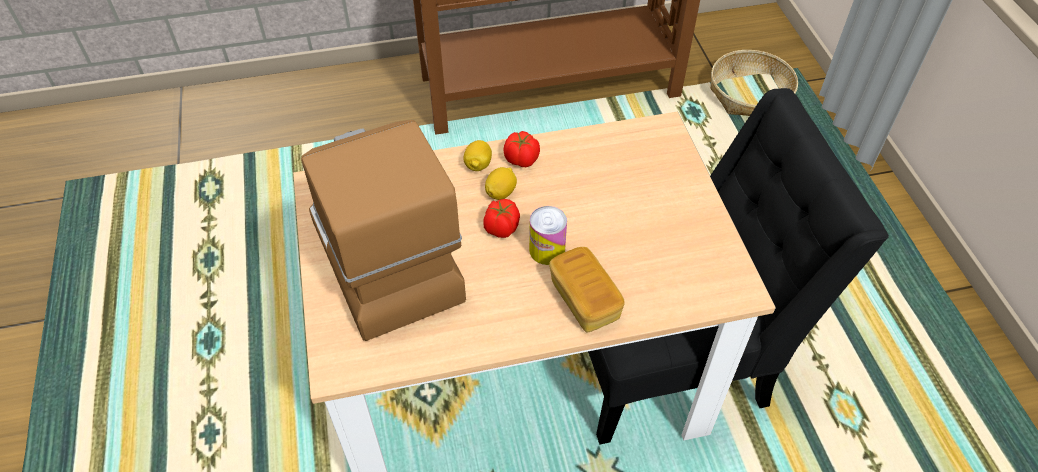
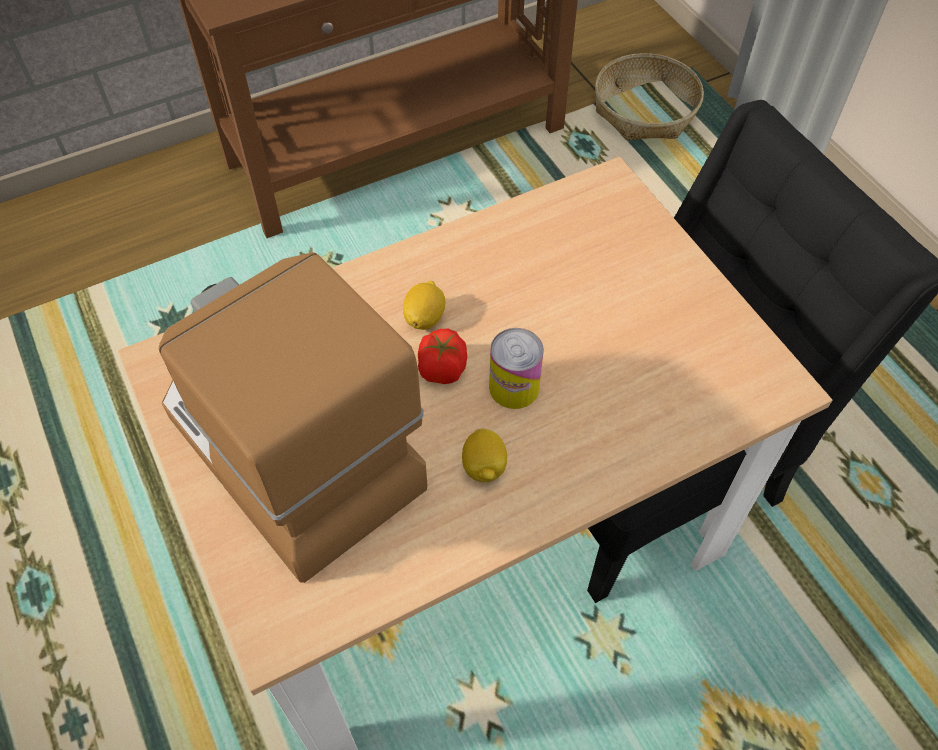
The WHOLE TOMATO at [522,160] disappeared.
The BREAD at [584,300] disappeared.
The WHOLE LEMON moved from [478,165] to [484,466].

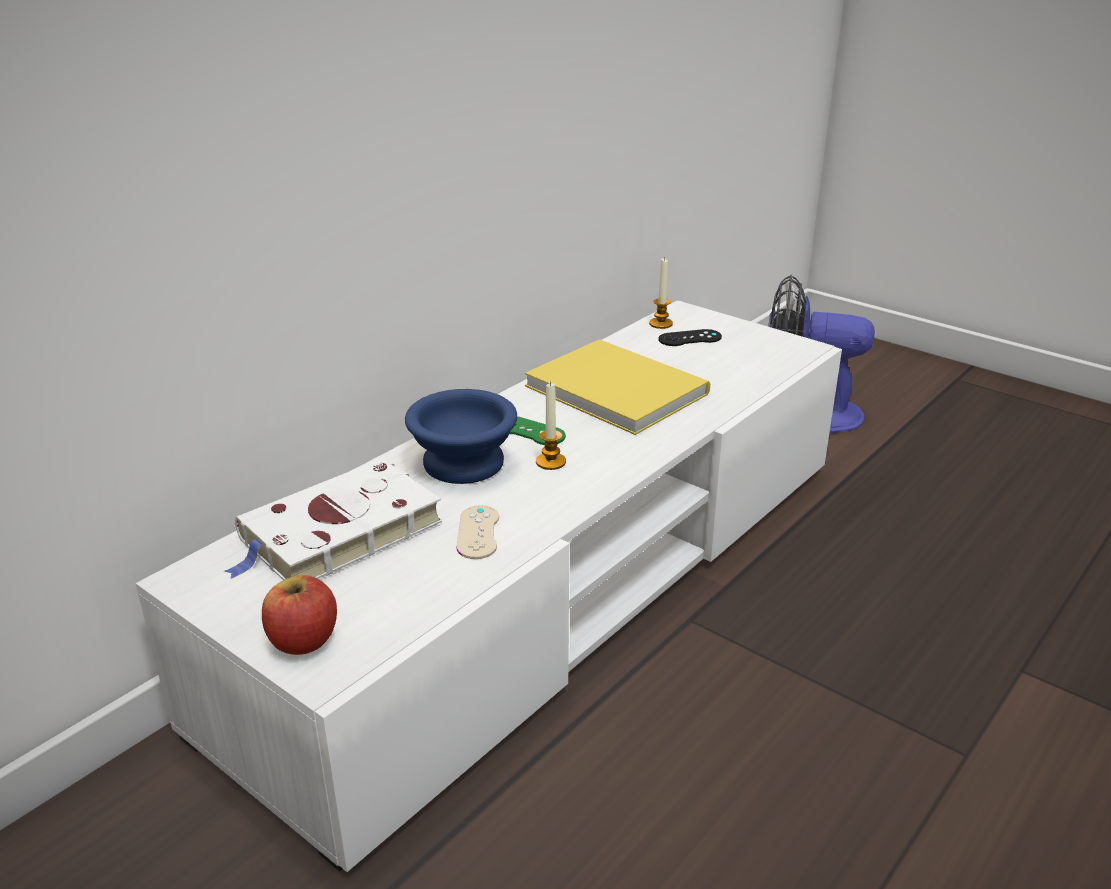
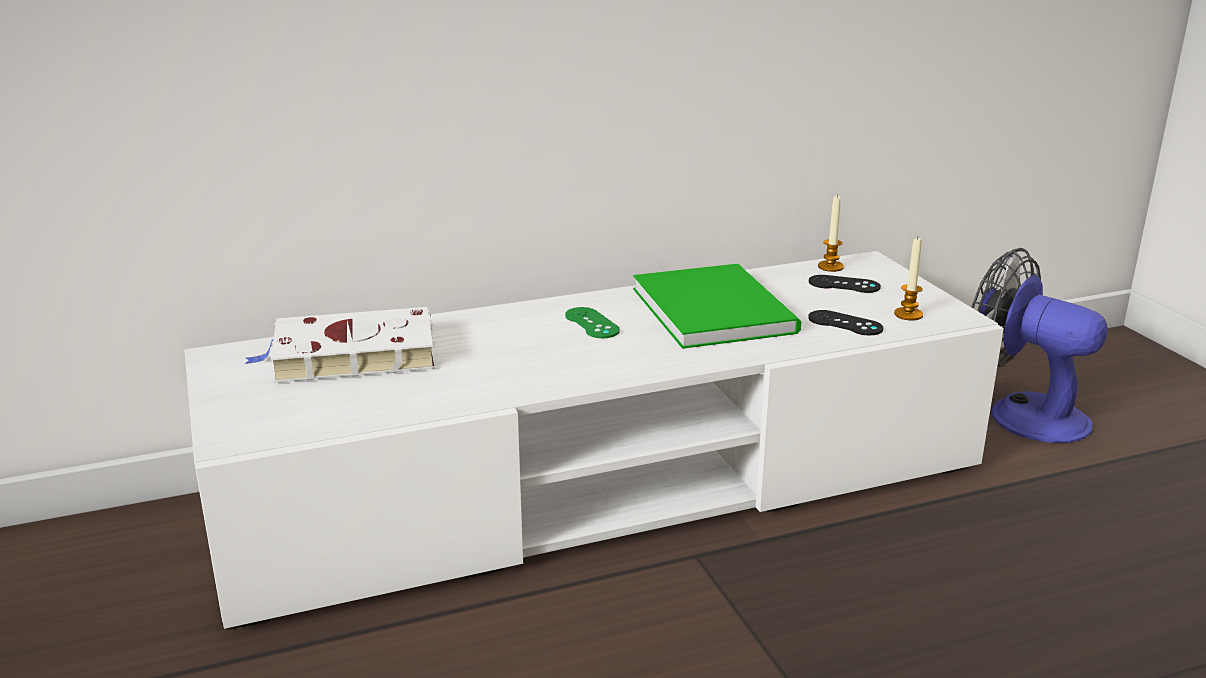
The APPLE FRUIT at [303,640] disappeared.
The BLUE BOWL at [460,463] disappeared.
The BEIGE-COLOURED JOYPAD at [478,532] disappeared.
The BLACK-COLOURED JOYPAD at [845,323] appeared.
The CANDLE moved from [550,462] to [908,314].
The YELLOWISH BOUND BOOK at [615,387] became the GREEN BOUND BOOK at [715,308].

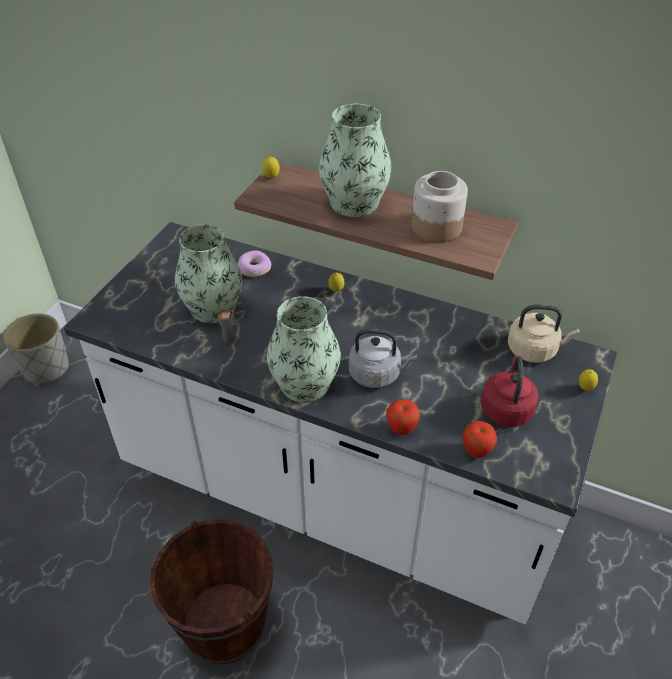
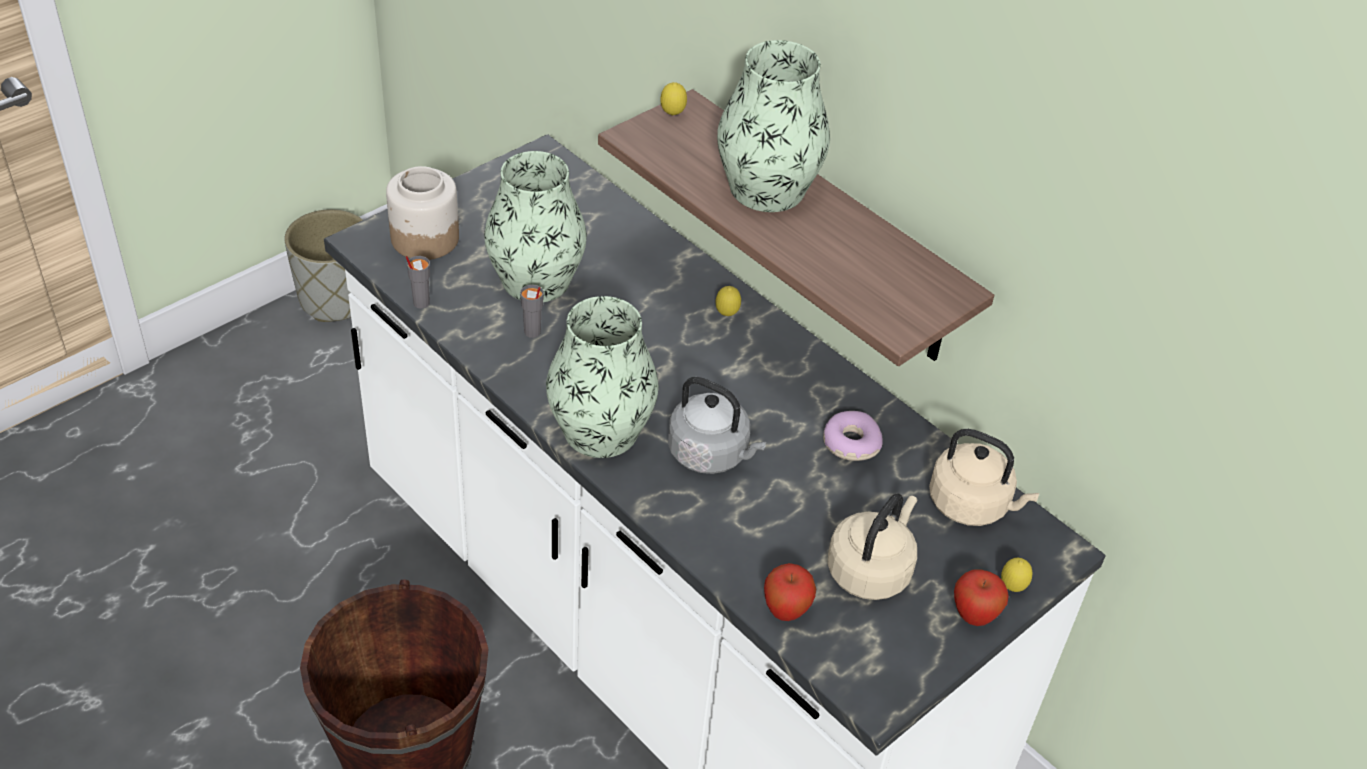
The GRAY DRINKING CUP at [420,303] appeared.
The RING DOUGHNUT moved from [254,269] to [850,443].
The APPLE FRUIT moved from [401,429] to [973,616].
The STORAGE JAR moved from [435,227] to [424,238].
The REDDISH WATER KETTLE at [506,408] became the BEIGE-COLOURED WATER KETTLE at [871,570].

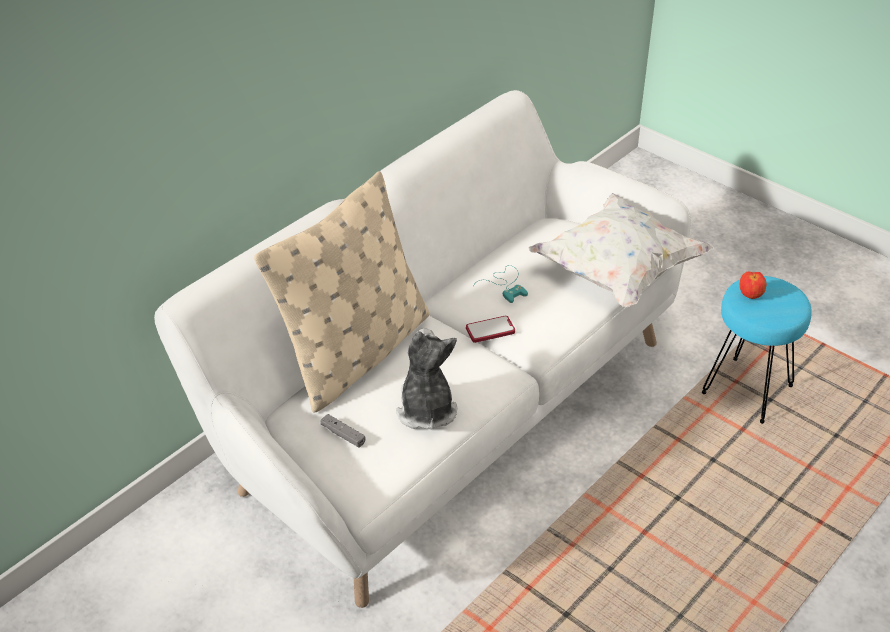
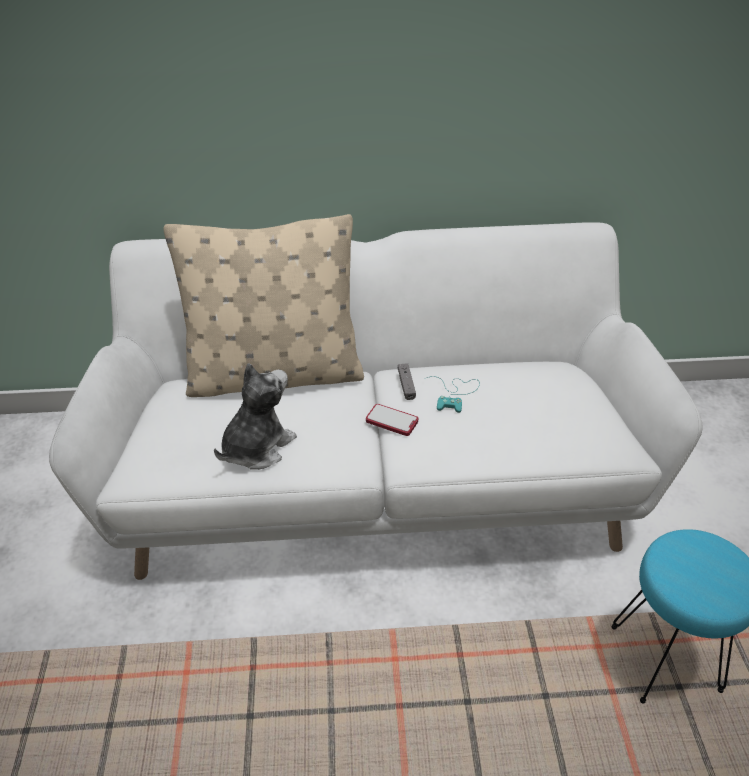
The WHITISH THROW PILLOW at [617,272] disappeared.
The APPLE FRUIT at [750,296] disappeared.
The GRAY JOYPAD moved from [343,435] to [406,385].

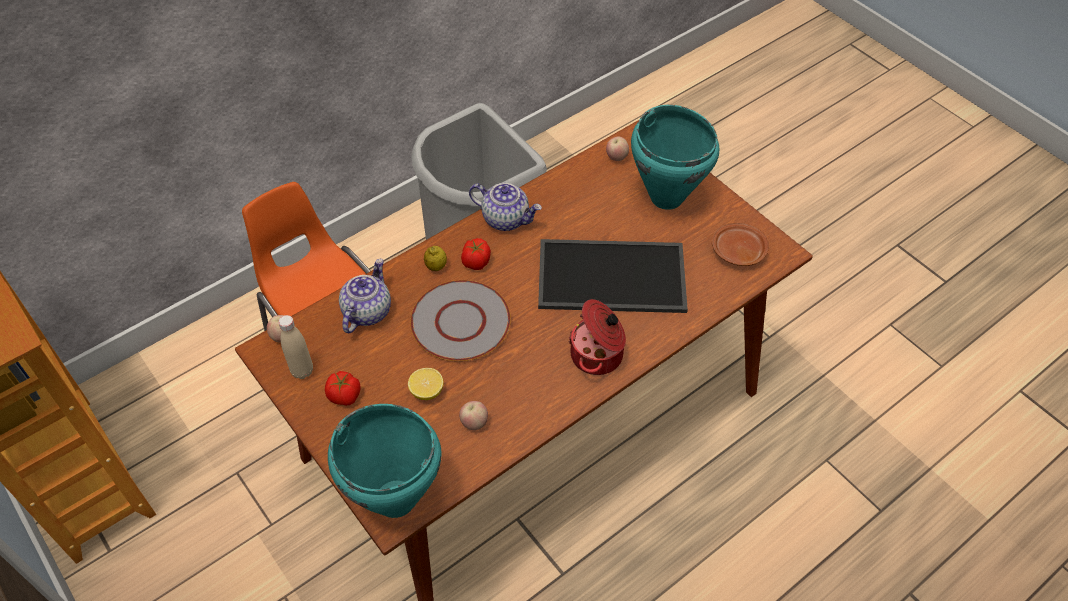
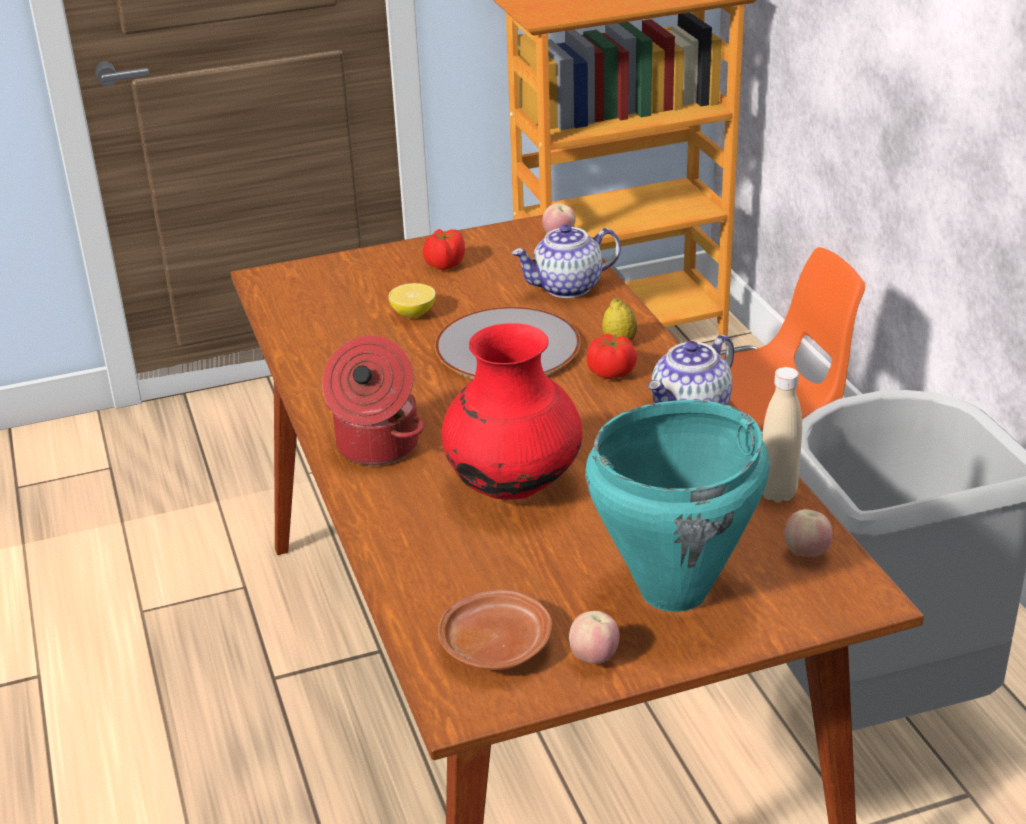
The BLUE-GREEN SAUCEPOT at [396,500] disappeared.
The BEIGE-COLOURED BOTTLE moved from [302,371] to [777,493].
The APPLE FRUIT moved from [474,423] to [594,658].
The SERVING TRAY at [610,278] was replaced by the REDDISH DECORATIVE VASE at [513,485].
The TEAPOT at [367,311] turned 120 degrees clockwise.

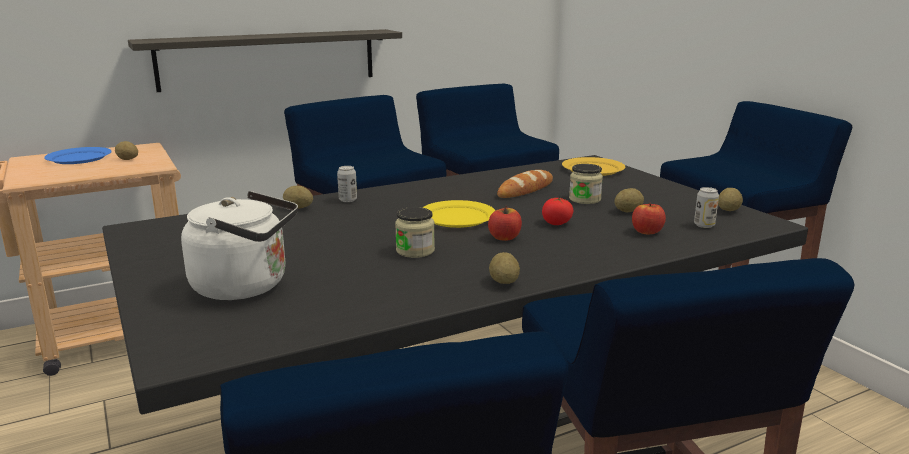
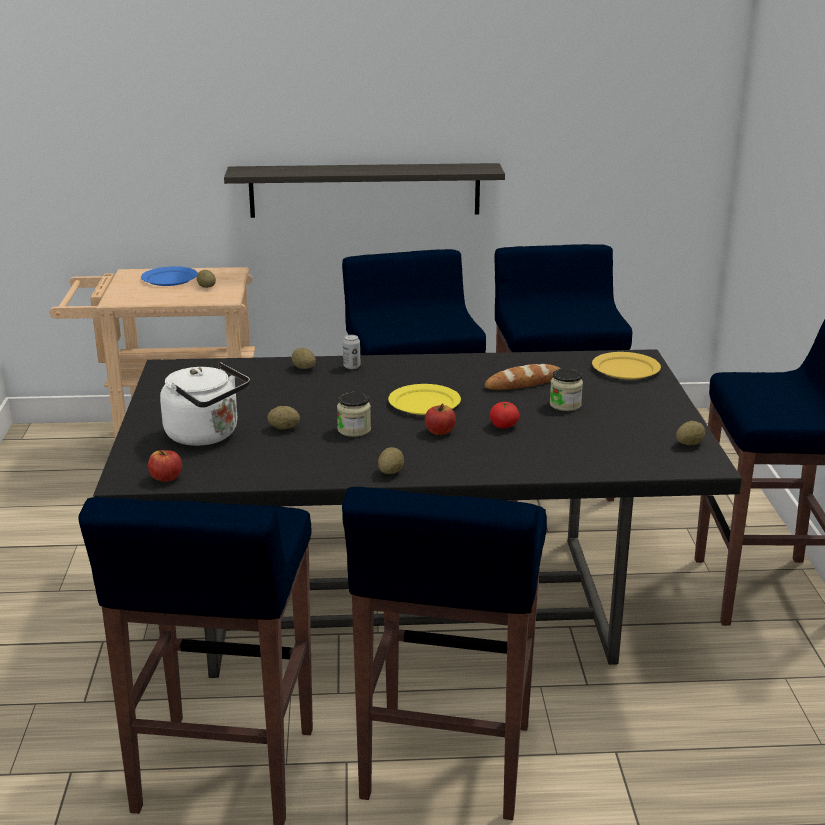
The CAN at [704,225] disappeared.
The WHOLE POTATO moved from [628,211] to [284,428].
The APPLE FRUIT moved from [647,232] to [166,478].

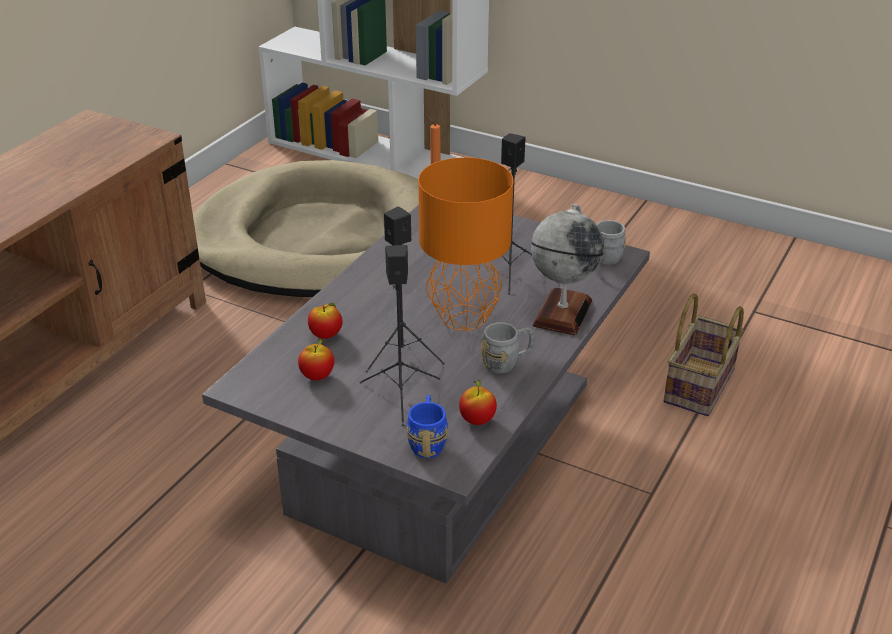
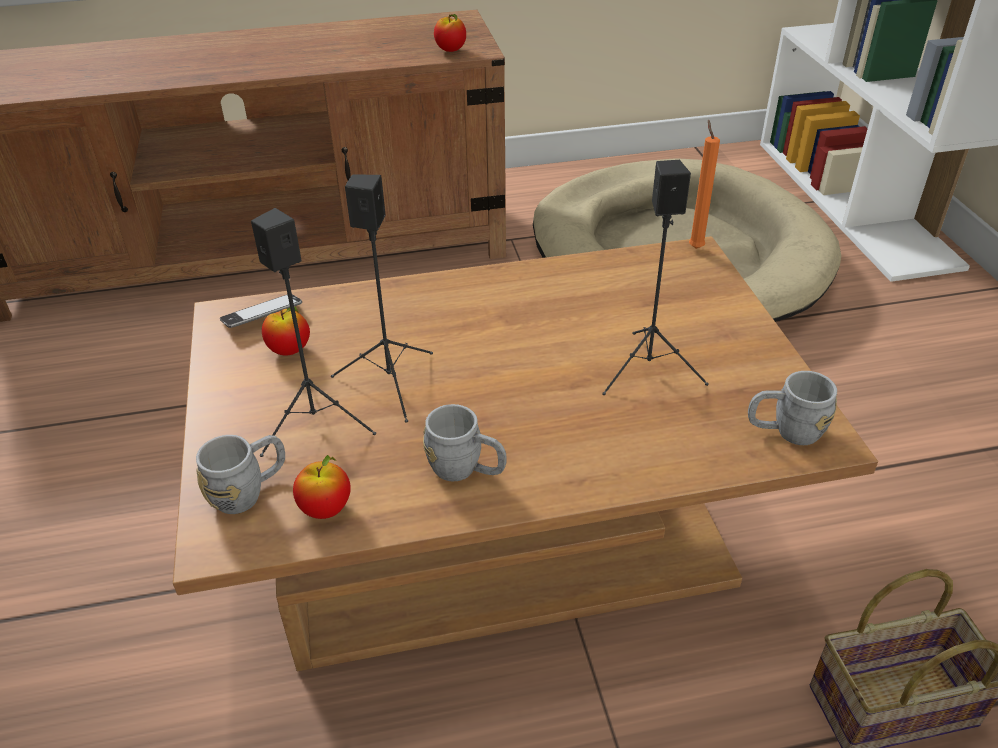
The ORANGEY TABLETOP LAMP at [462,318] disappeared.
The WORLD GLOBE at [562,312] disappeared.
The PHONE at [262,316] appeared.
The APPLE FRUIT moved from [326,335] to [451,50].
The GRAY COFFEE TABLE at [446,445] became the BROWNISH COFFEE TABLE at [501,531].
The BLUE TEA MUG at [427,441] became the GRAY TEA MUG at [249,491].

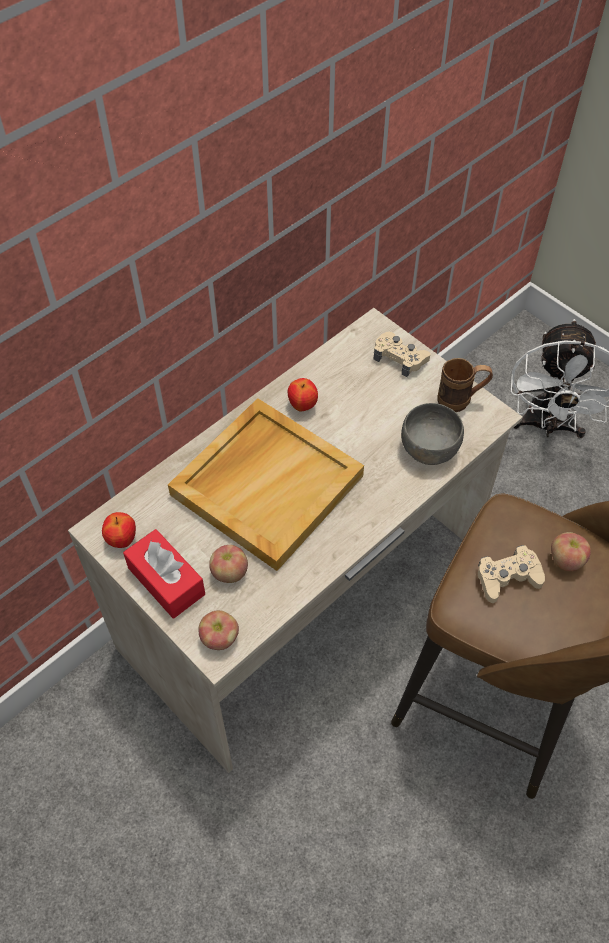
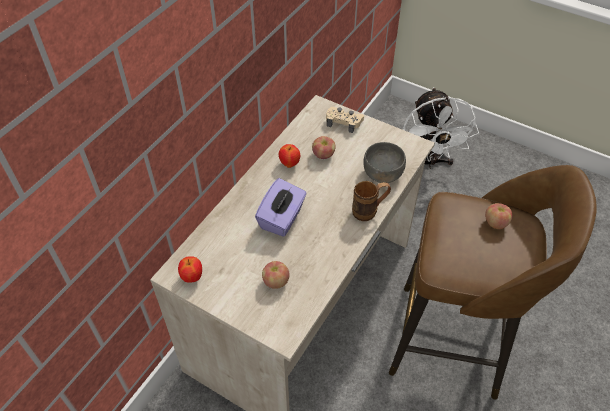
The REDDISH TISSUE HOLDER at [166,581] disappeared.
The BEIGE-COLOURED JOYPAD at [507,577] disappeared.
The APPLE FRUIT moved from [220,638] to [323,155].
The BROWNISH TEA MUG moved from [461,401] to [369,211].
The BEIGE-COLOURED SERVING TRAY at [267,484] was replaced by the PURPLISH TISSUE HOLDER at [282,218].

